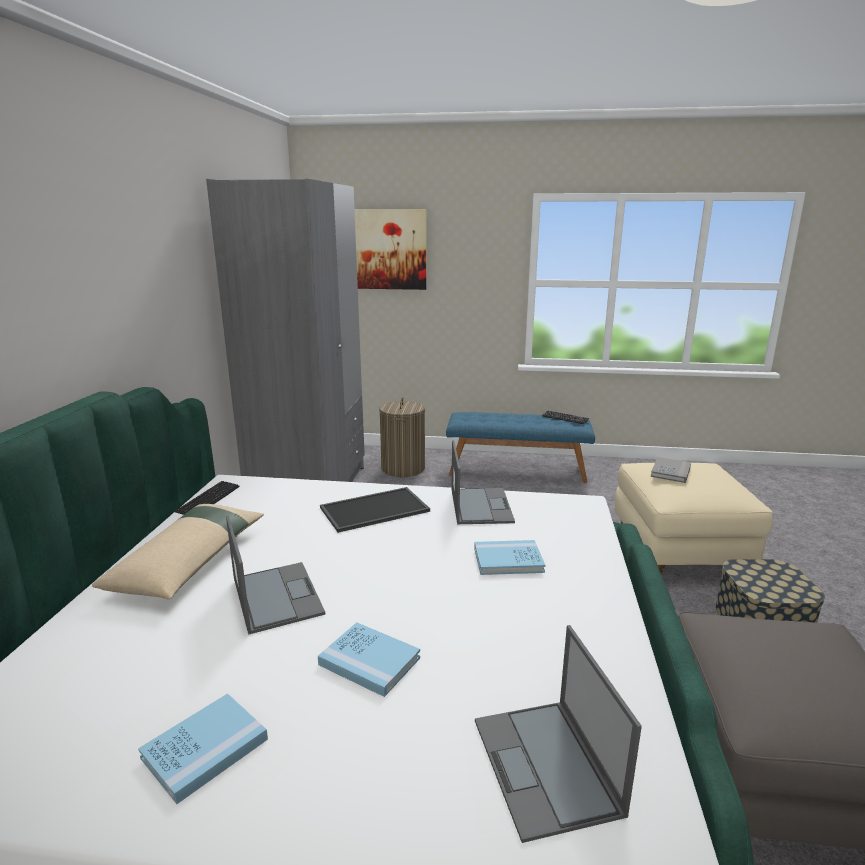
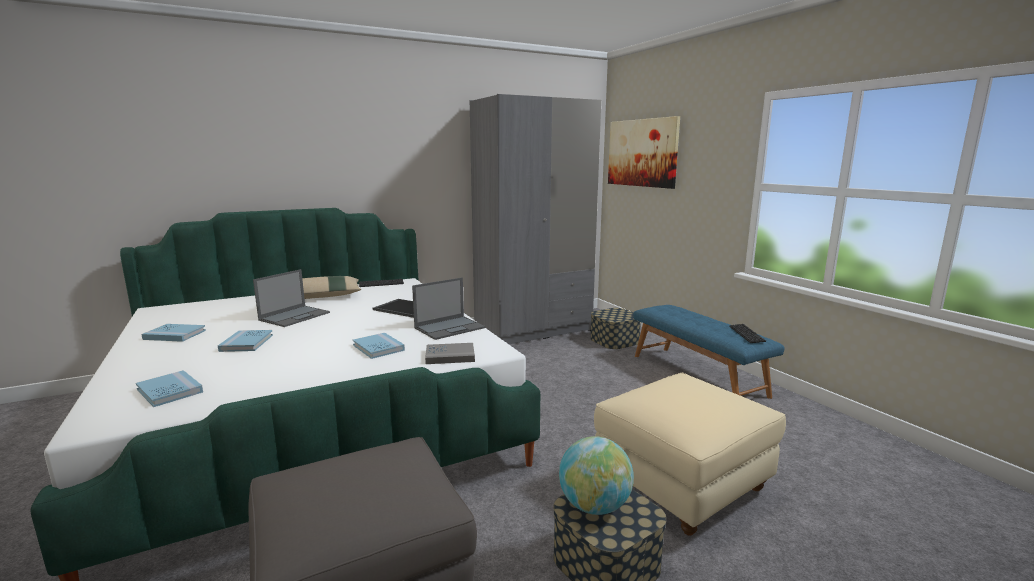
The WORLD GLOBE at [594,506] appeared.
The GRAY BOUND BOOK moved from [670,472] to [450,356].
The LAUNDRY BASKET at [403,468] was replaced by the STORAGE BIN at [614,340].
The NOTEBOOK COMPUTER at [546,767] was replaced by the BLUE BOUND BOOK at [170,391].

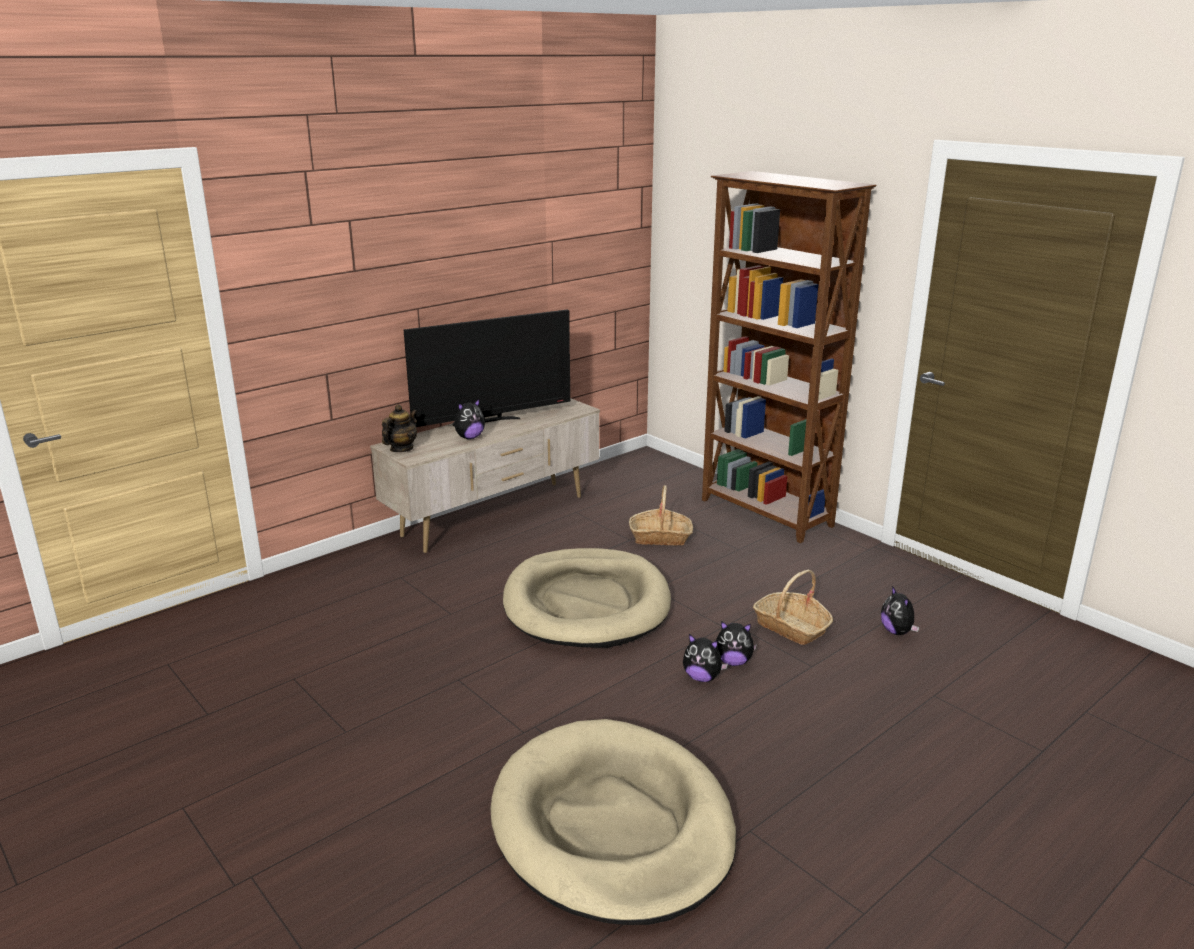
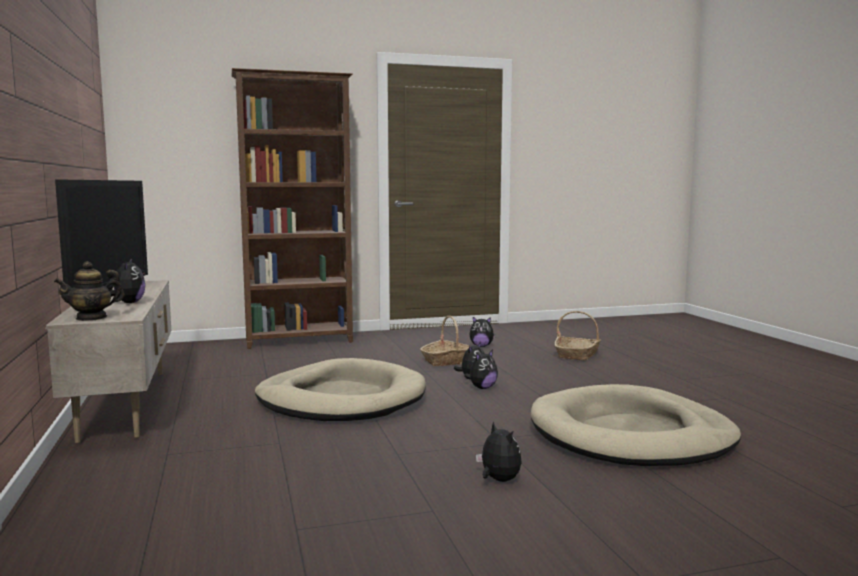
The PLUSH TOY at [498,480] appeared.
The STORAGE BASKET moved from [660,537] to [577,355].
The TEAPOT at [401,449] turned 90 degrees counterclockwise.

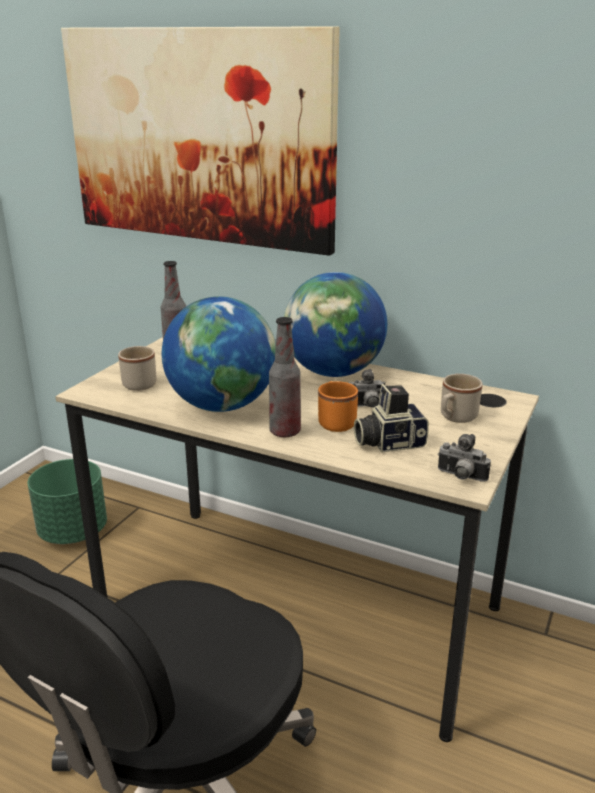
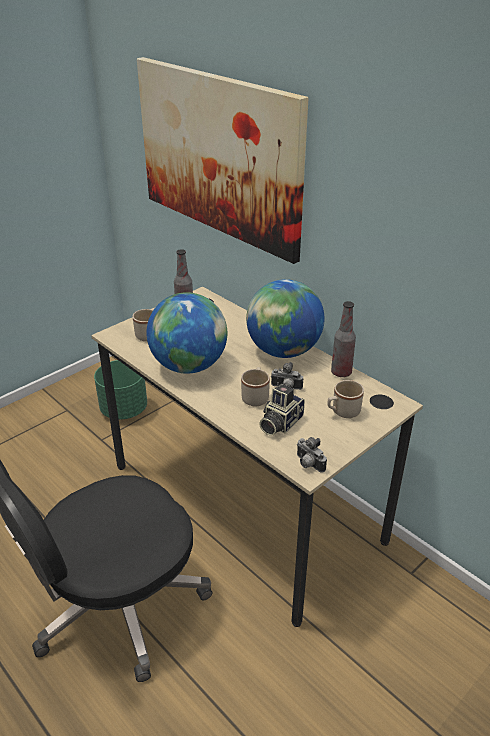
The BOTTLE moved from [285,432] to [341,372].
The ORANGEY TEA MUG at [336,421] became the BEIGE-COLOURED TEA MUG at [256,396].
The STILL CAMERA at [388,442] turned 60 degrees counterclockwise.

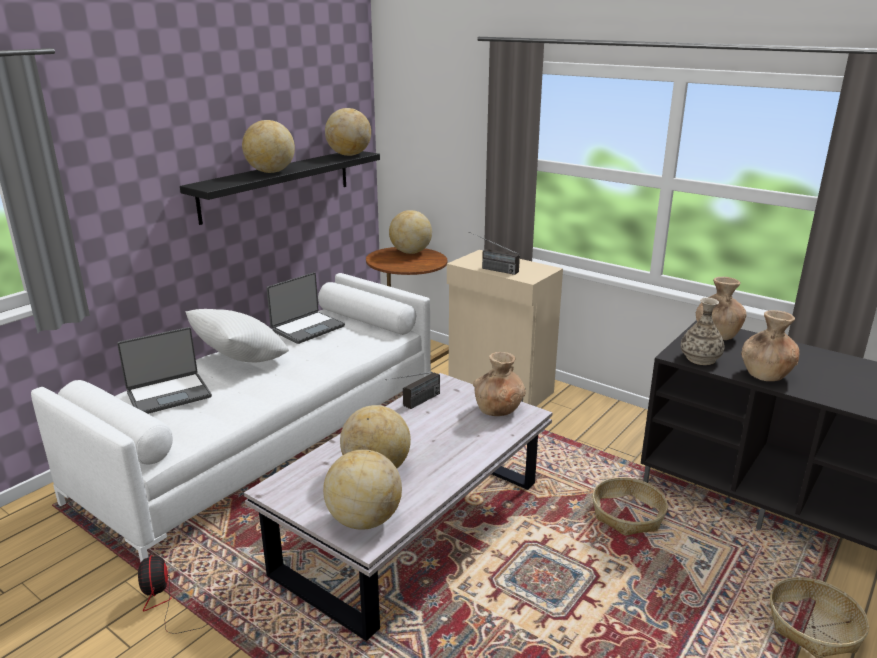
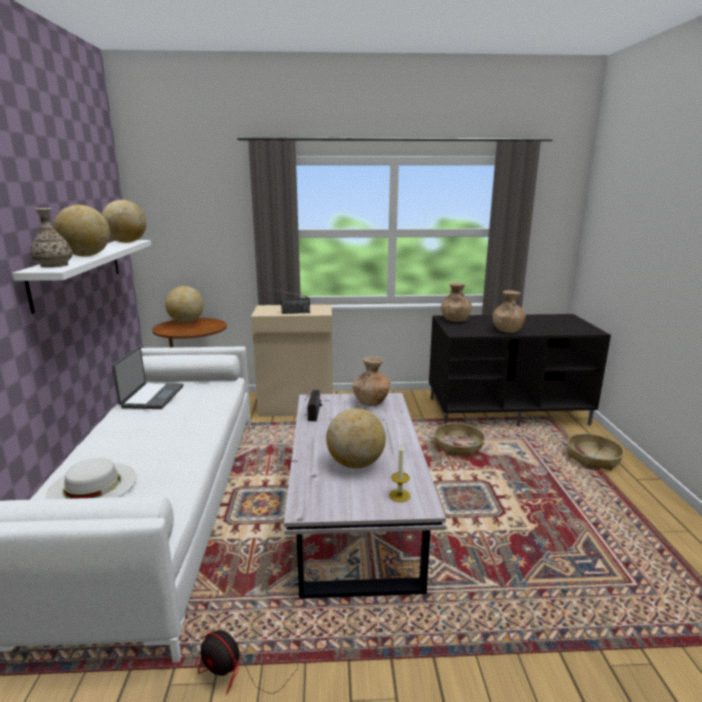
The WHITISH THROW PILLOW at [240,361] disappeared.
The DECORATIVE VASE moved from [700,359] to [54,265].
The NOTEBOOK COMPUTER at [169,394] was replaced by the WHITISH CLOTHING HAT at [92,485].
The WORLD GLOBE at [364,520] was replaced by the CANDLE at [399,495].
The BLACK-COLOURED WALL SHELF at [277,184] became the WHITISH WALL SHELF at [78,271].

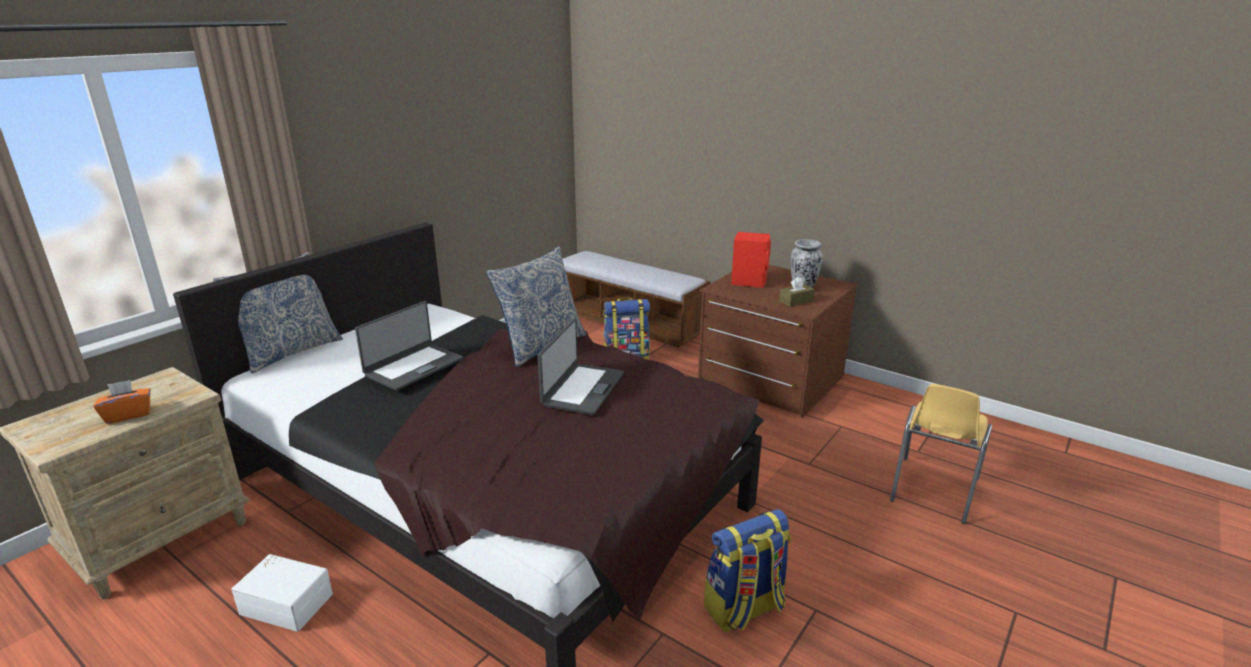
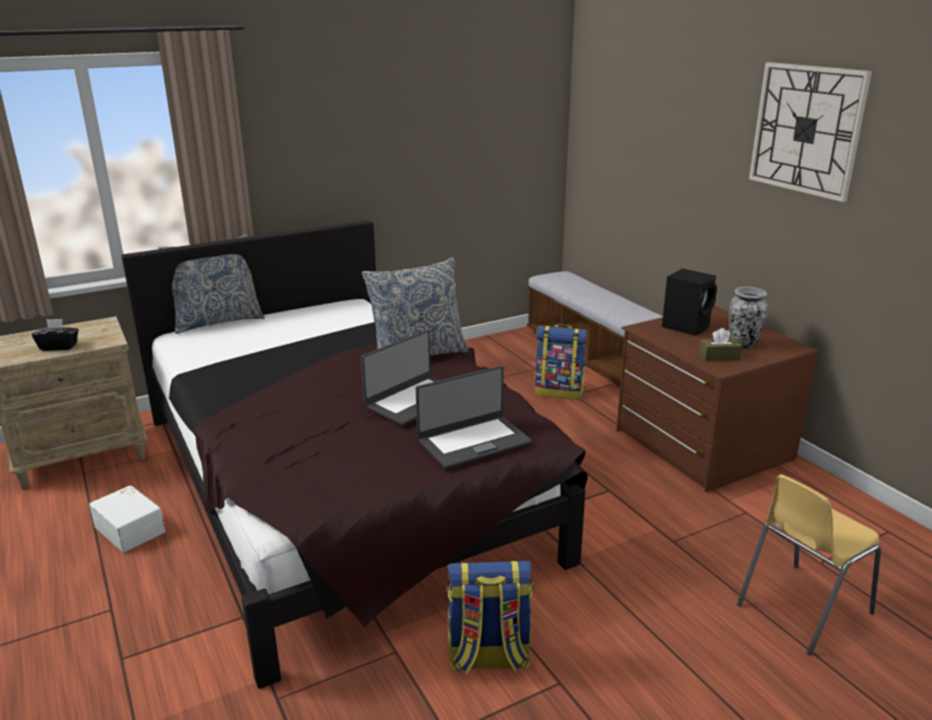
The CLOCK ON THE WALL at [806,129] appeared.
The NOTEBOOK COMPUTER moved from [413,367] to [473,441].
The ORANGEY TISSUE HOLDER at [128,415] became the BLACK-COLOURED TISSUE HOLDER at [59,346].
The REDDISH AUDIO SPEAKER at [749,281] became the BLACK-COLOURED AUDIO SPEAKER at [687,326].

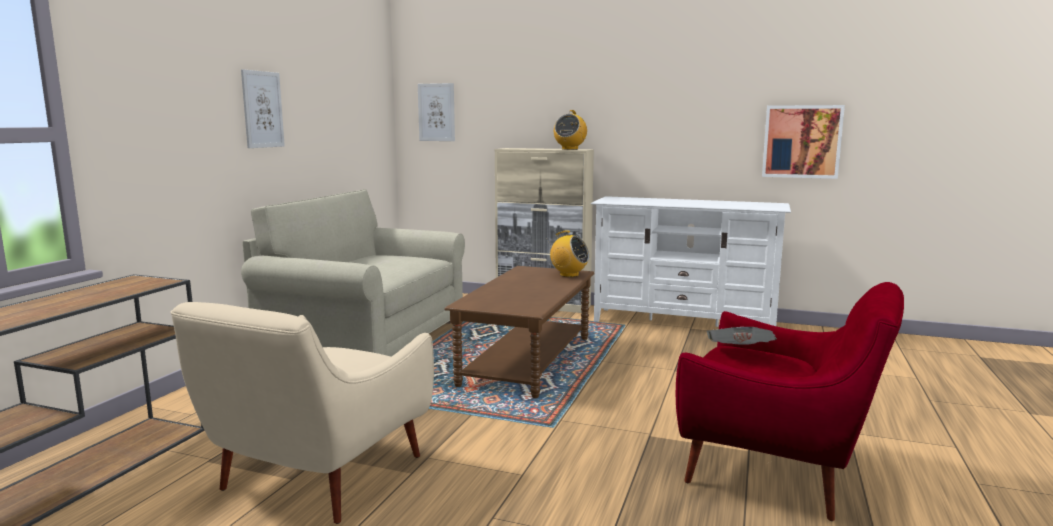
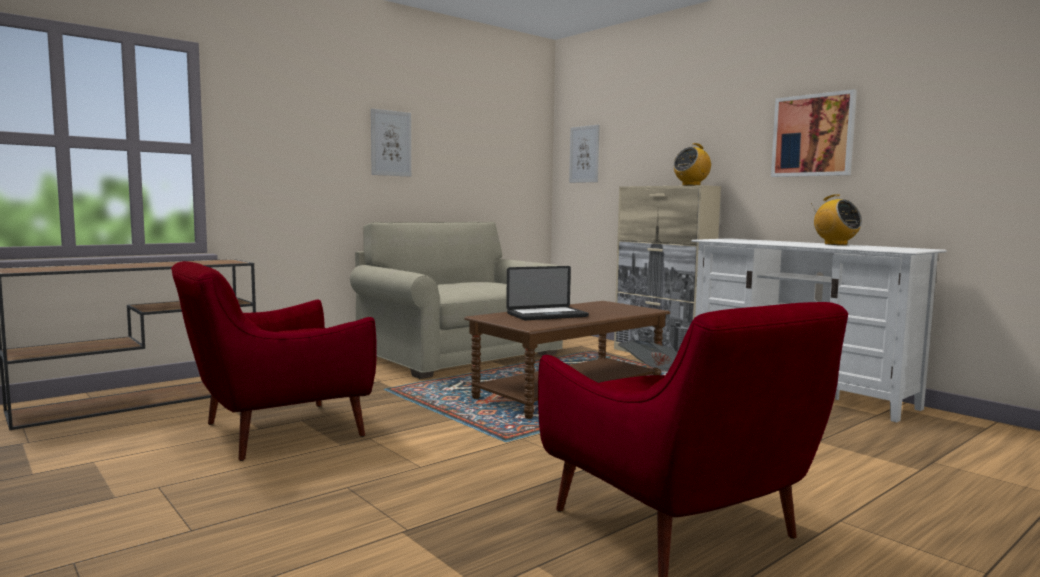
The NOTEBOOK COMPUTER at [547,315] appeared.
The RADIO moved from [568,275] to [835,244].
The WALL PICTURE moved from [801,141] to [813,135].
The BEIGE-COLOURED EASY CHAIR at [317,477] became the REDDISH EASY CHAIR at [275,431].

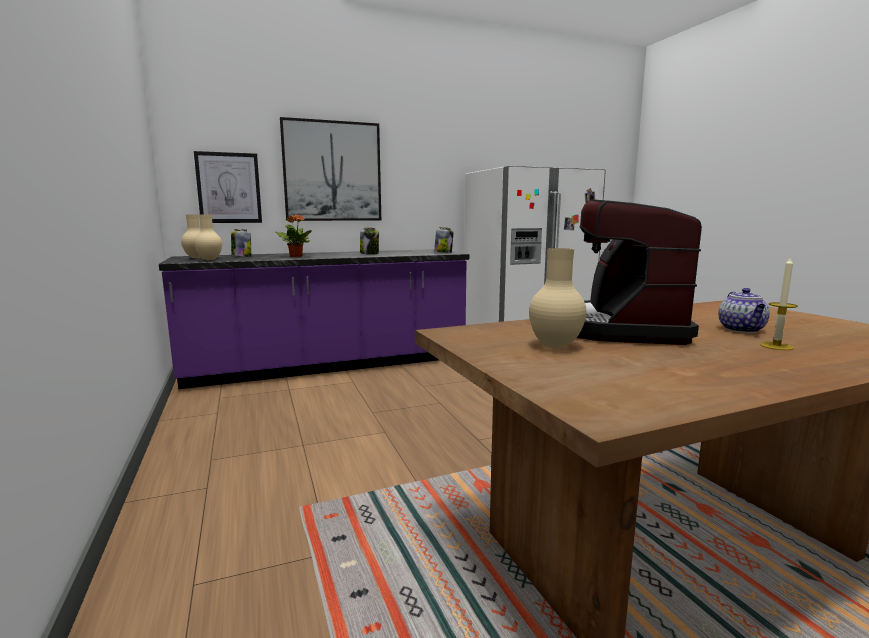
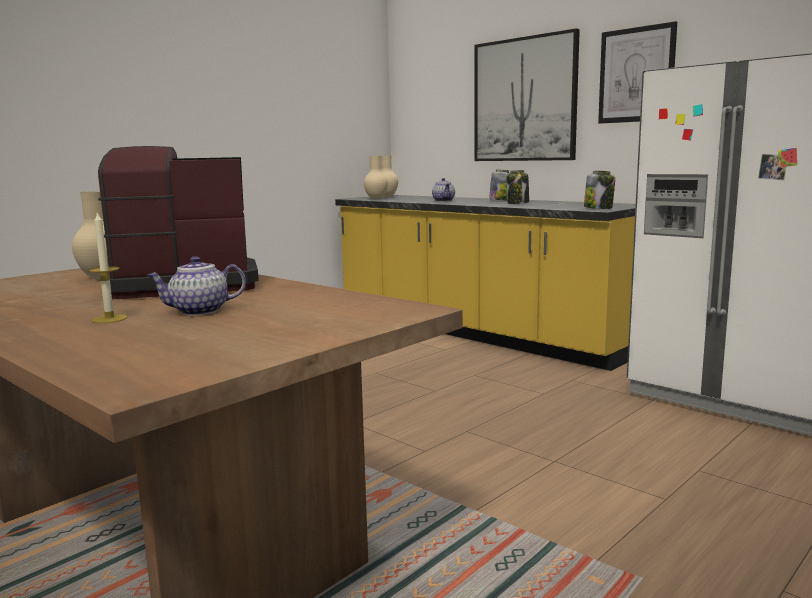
The WALL PICTURE moved from [229,188] to [636,75].
The STORAGE JAR moved from [241,257] to [500,200].
The HOUSEPLANT at [296,256] was replaced by the TEAPOT at [444,200].
The PURPLISH COUNTER at [329,366] became the YELLOWISH COUNTER at [476,332].

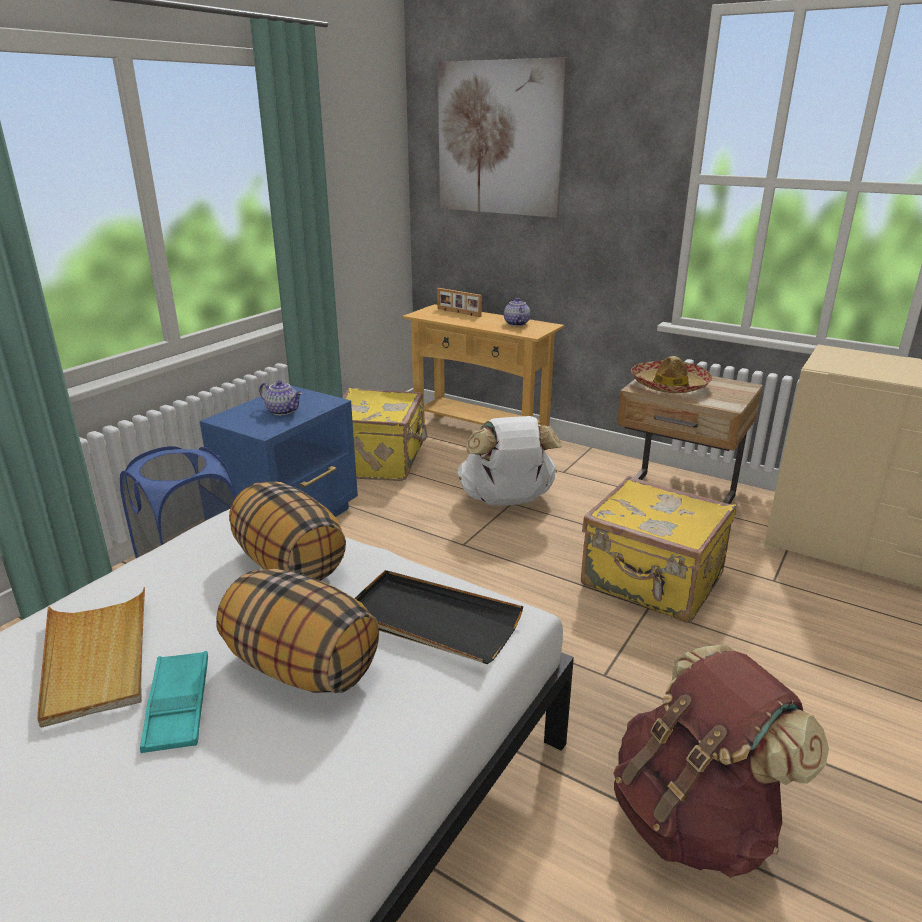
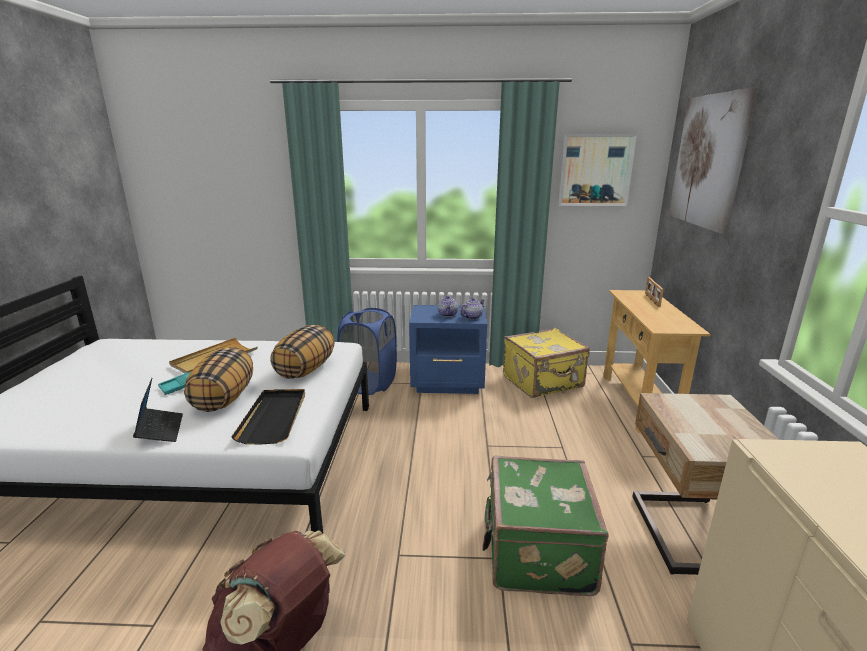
The WHITISH RUCKSACK at [507,501] disappeared.
The CLOTHING HAT at [669,385] disappeared.
The NOTEBOOK COMPUTER at [160,430] appeared.
The WALL PICTURE at [595,170] appeared.
The TEAPOT moved from [516,324] to [472,317].
The YELLOWISH PIECE OF LUGGAGE at [651,582] became the GREEN PIECE OF LUGGAGE at [536,551].

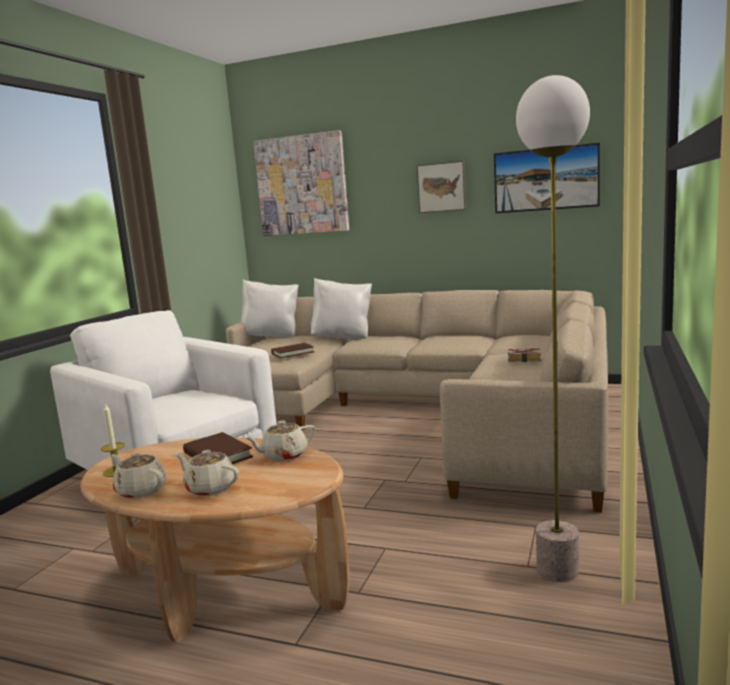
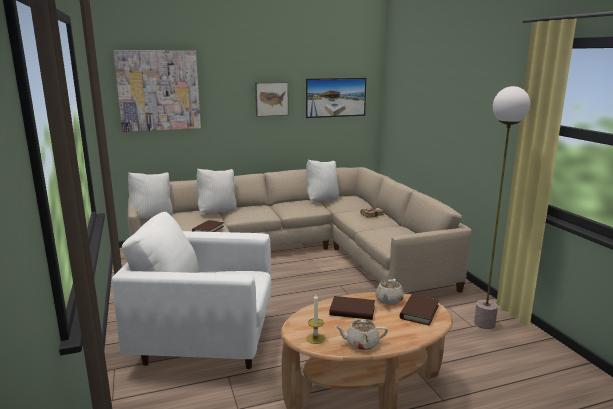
The BEIGE-COLOURED TEAPOT at [210,488] disappeared.
The WHITISH THROW PILLOW at [321,200] appeared.
The BROWNISH BOUND BOOK at [419,312] appeared.

